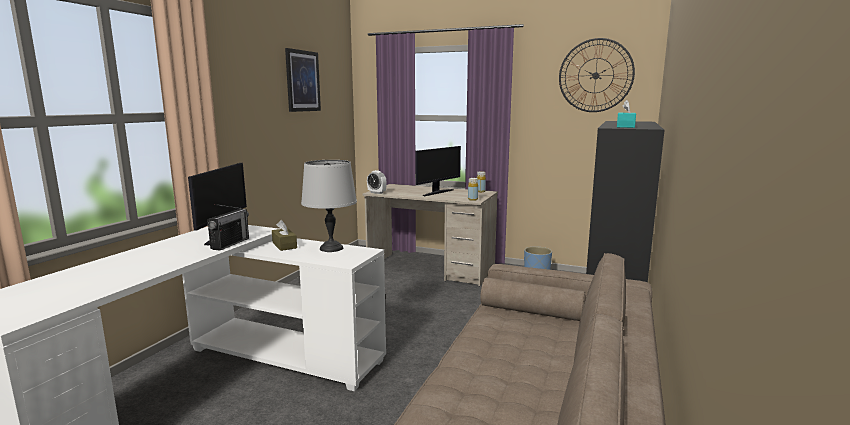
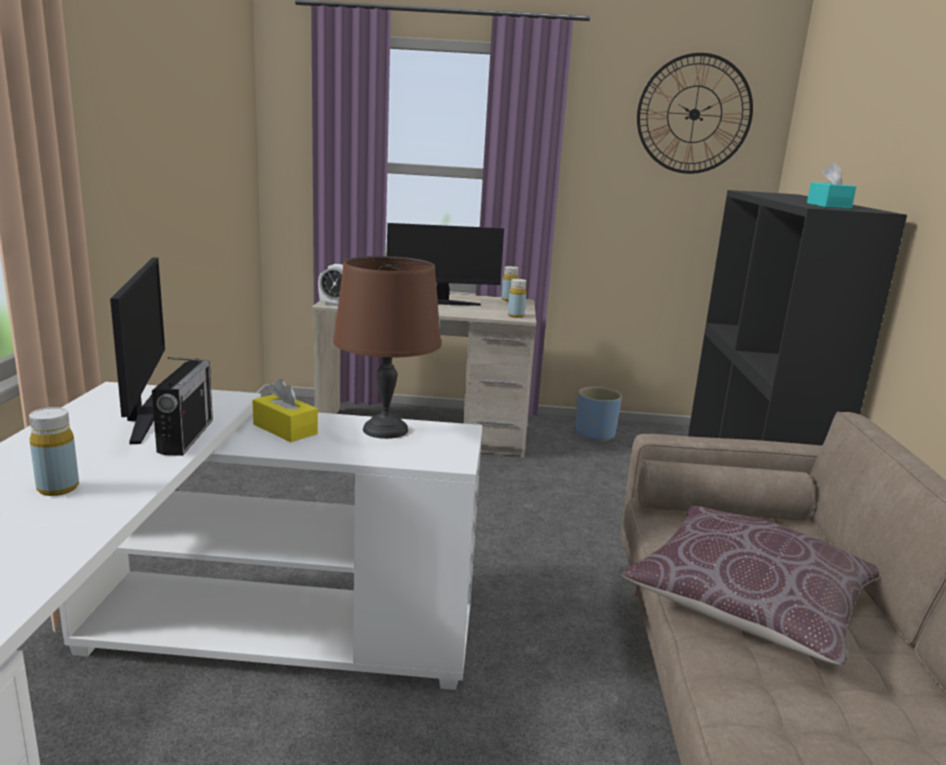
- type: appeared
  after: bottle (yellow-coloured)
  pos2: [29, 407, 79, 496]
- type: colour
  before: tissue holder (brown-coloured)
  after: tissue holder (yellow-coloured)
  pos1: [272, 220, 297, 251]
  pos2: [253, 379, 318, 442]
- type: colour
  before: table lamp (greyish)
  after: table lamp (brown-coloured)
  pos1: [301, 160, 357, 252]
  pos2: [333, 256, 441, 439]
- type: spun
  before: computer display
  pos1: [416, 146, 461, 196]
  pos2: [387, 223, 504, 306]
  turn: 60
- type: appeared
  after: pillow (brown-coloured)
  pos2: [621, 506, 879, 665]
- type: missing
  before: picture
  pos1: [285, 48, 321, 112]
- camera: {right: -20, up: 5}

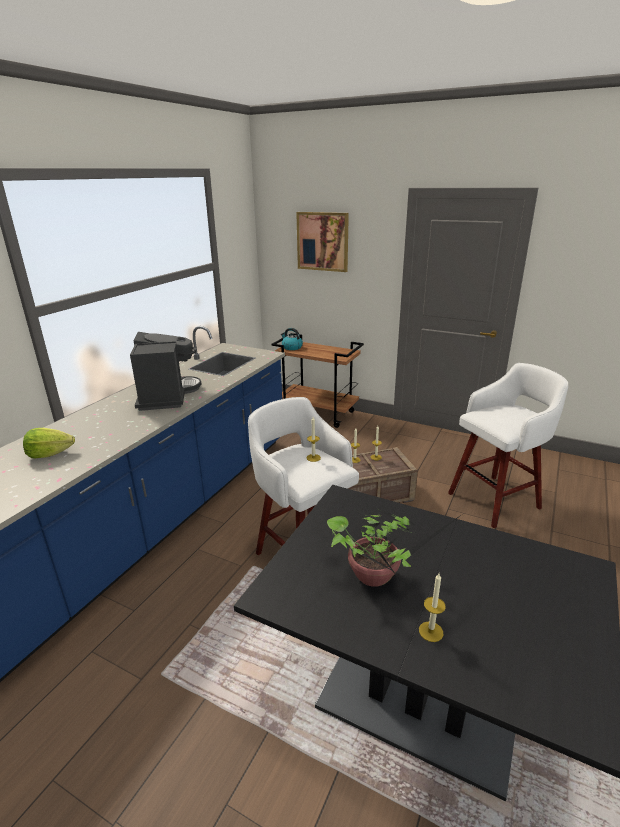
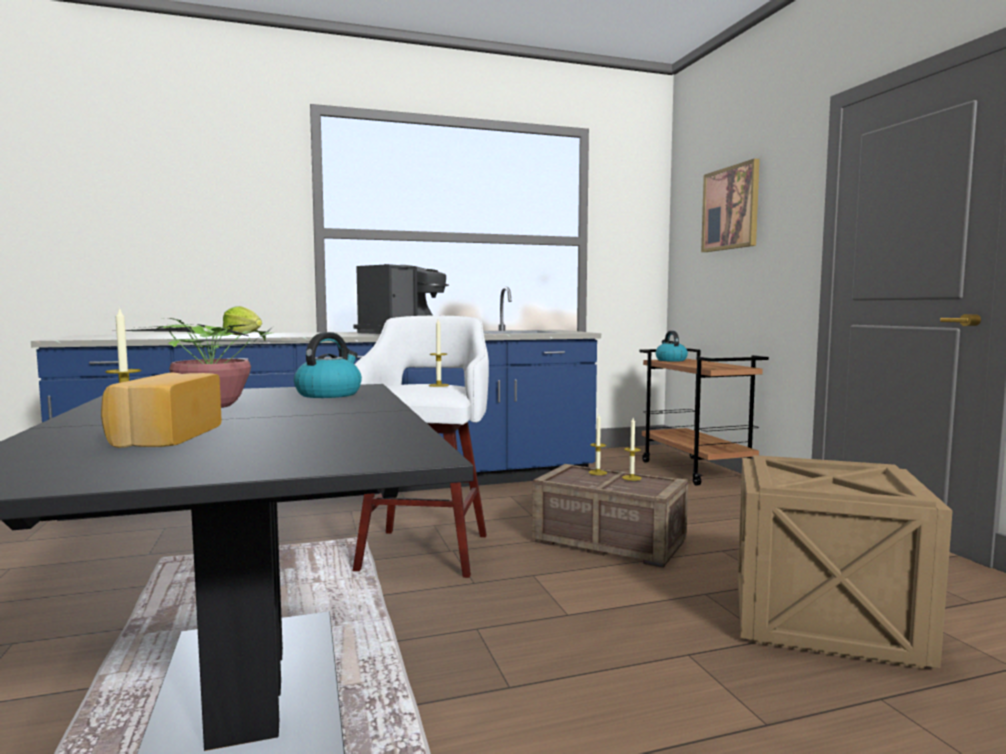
- type: appeared
  after: baked bread
  pos2: [101, 372, 222, 448]
- type: appeared
  after: water kettle
  pos2: [294, 332, 362, 398]
- type: exchanged
  before: sitting stool (white-coloured)
  after: packing crate
  pos1: [448, 363, 568, 528]
  pos2: [738, 455, 953, 669]
- camera: {right: 45, up: -20}

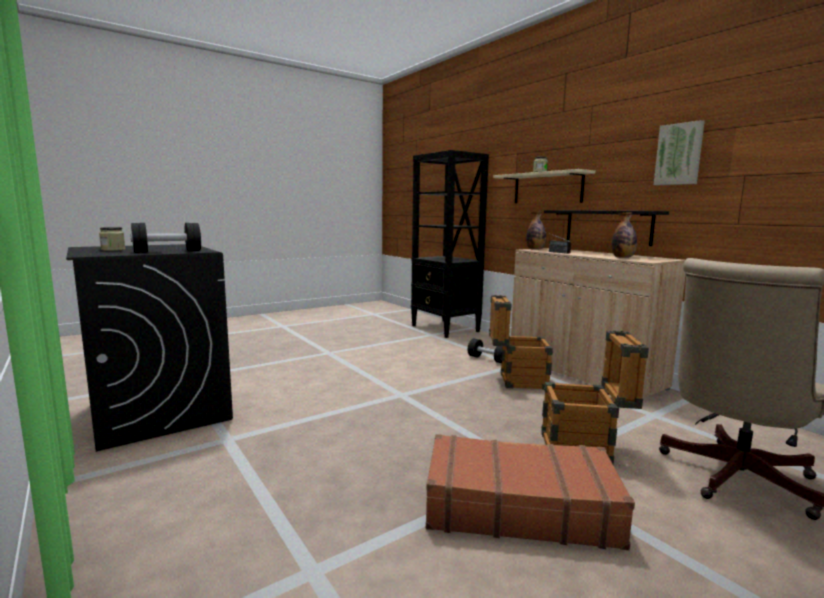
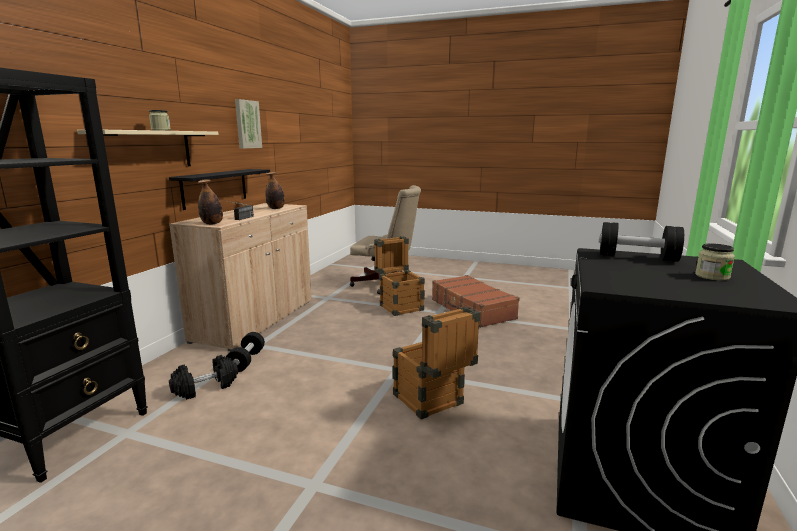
- type: appeared
  after: free weight (black-coloured)
  pos2: [169, 355, 238, 400]
- type: relocated
  before: packing crate
  pos1: [489, 295, 553, 390]
  pos2: [393, 306, 480, 419]
- camera: {right: -125, up: 5}

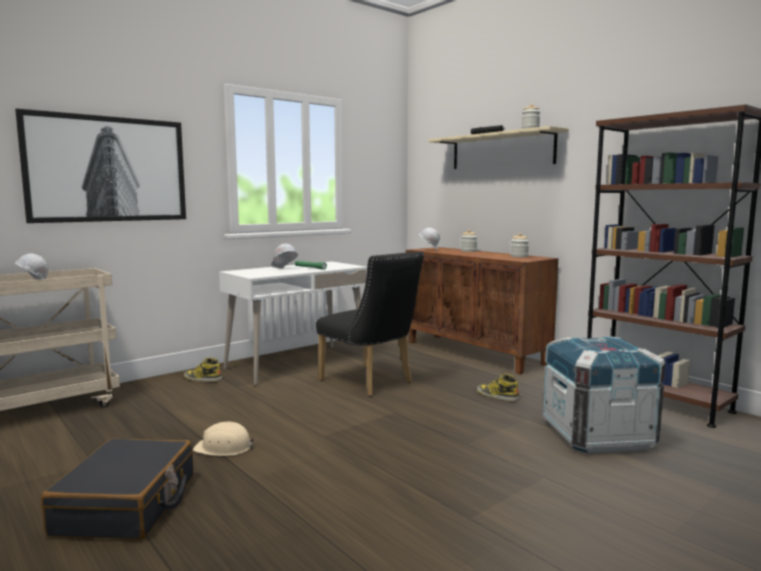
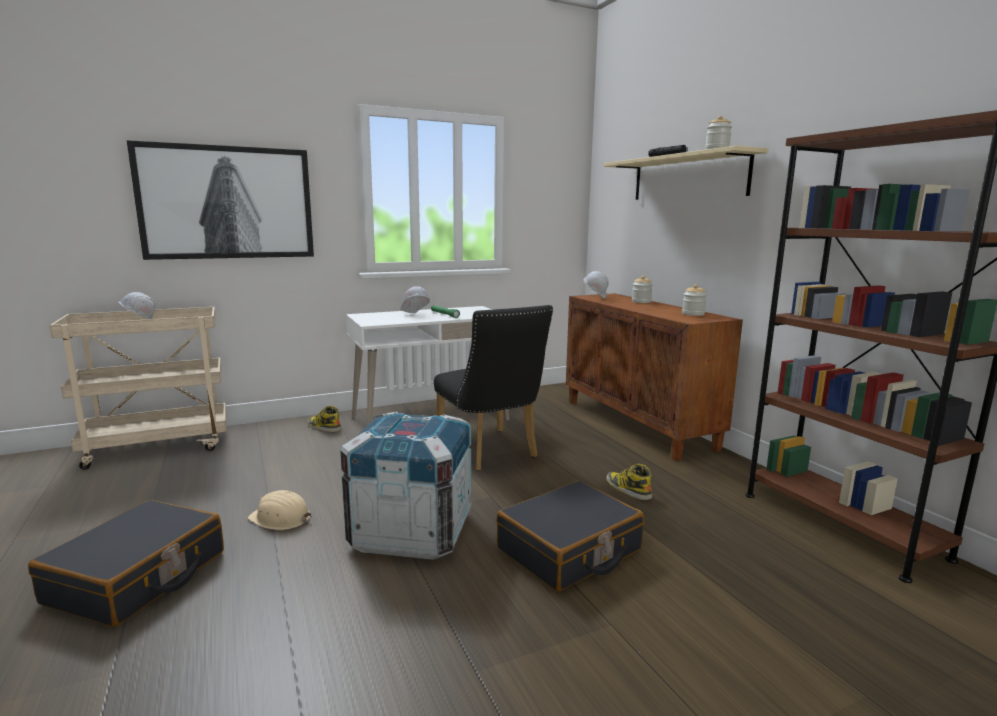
- type: relocated
  before: packing crate
  pos1: [543, 336, 666, 453]
  pos2: [340, 411, 471, 560]
- type: appeared
  after: suitcase (black-coloured)
  pos2: [497, 481, 644, 592]
- camera: {right: 15, up: 5}

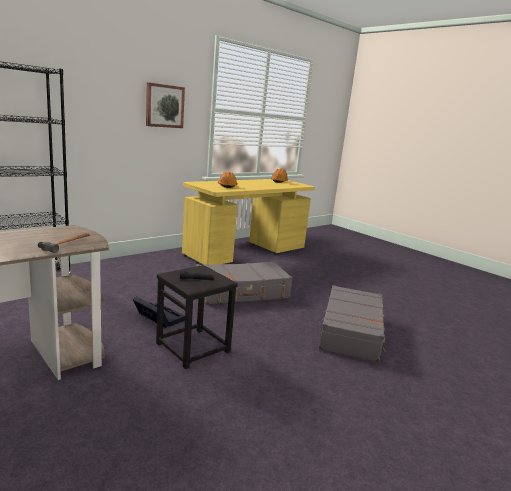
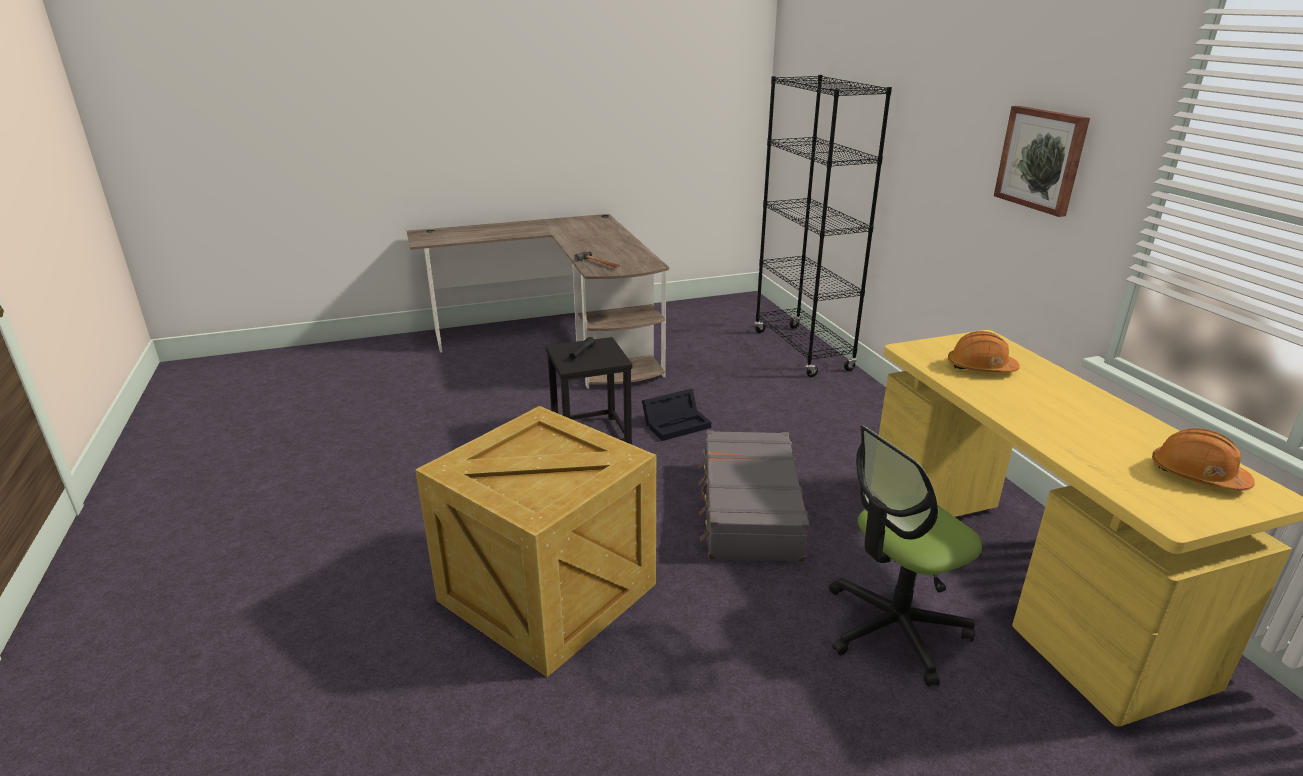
- type: exchanged
  before: suitcase (greyish)
  after: packing crate
  pos1: [319, 285, 386, 362]
  pos2: [415, 406, 656, 677]
- type: appeared
  after: office chair
  pos2: [829, 425, 982, 687]
- camera: {right: 115, up: 10}

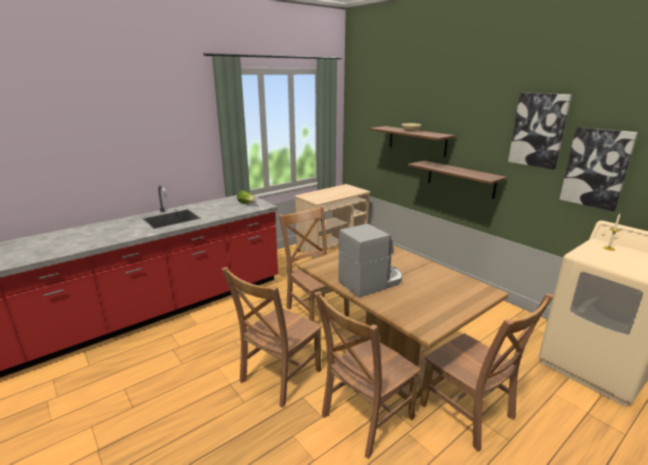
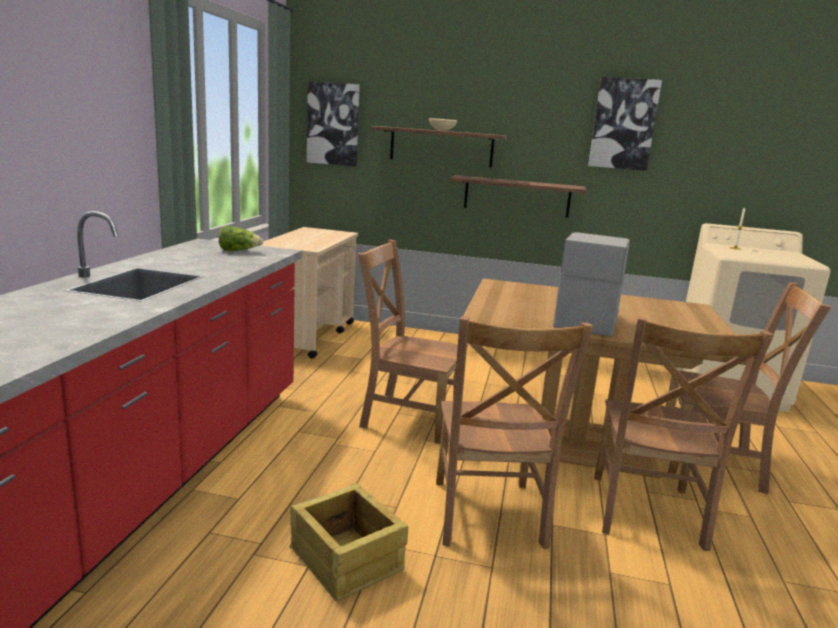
- type: appeared
  after: packing crate
  pos2: [290, 483, 408, 601]
- type: relocated
  before: picture
  pos1: [559, 127, 638, 211]
  pos2: [307, 81, 360, 167]
- camera: {right: -40, up: -5}

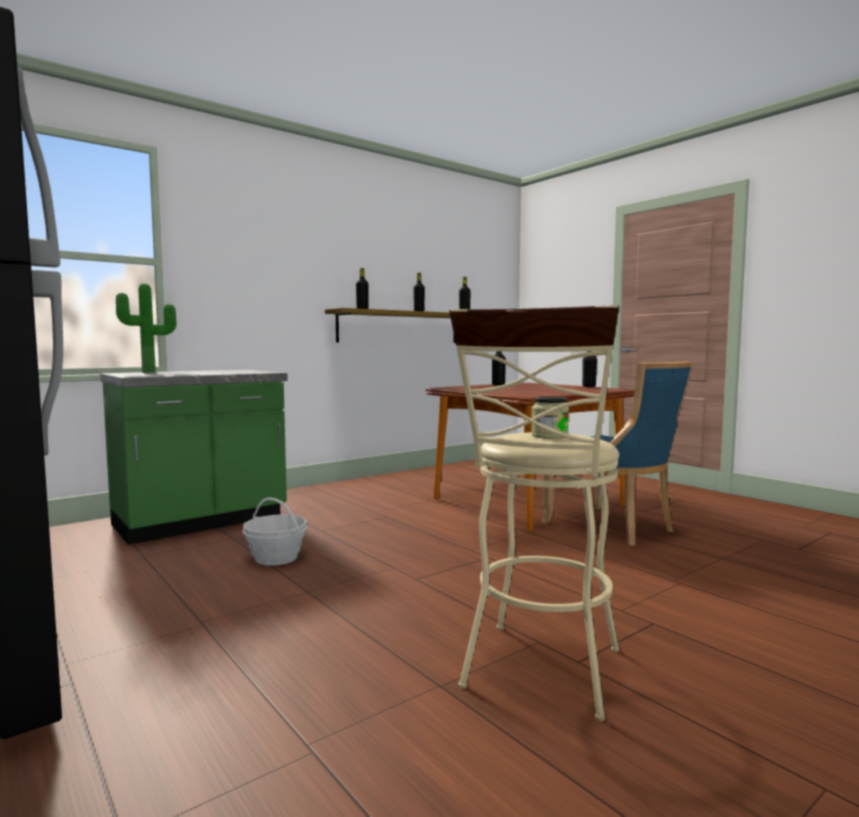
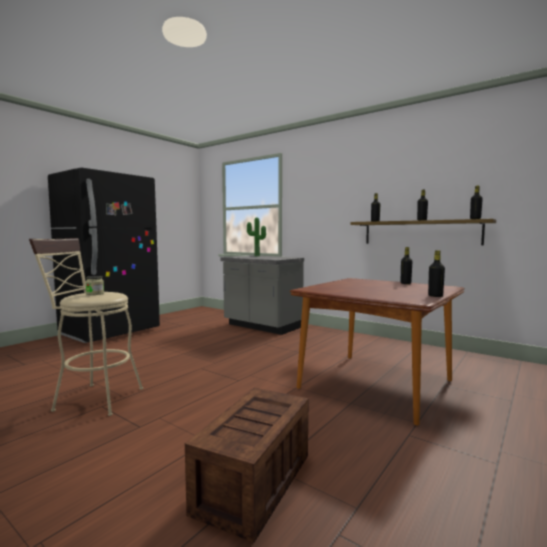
- type: appeared
  after: packing crate
  pos2: [185, 388, 309, 543]
- type: colour
  before: kitchen counter (green-coloured)
  after: kitchen counter (greyish)
  pos1: [100, 370, 288, 545]
  pos2: [221, 255, 304, 335]
- type: missing
  before: storage basket
  pos1: [242, 497, 307, 566]
- type: missing
  before: chair (blue)
  pos1: [542, 361, 693, 546]
- camera: {right: 75, up: 0}

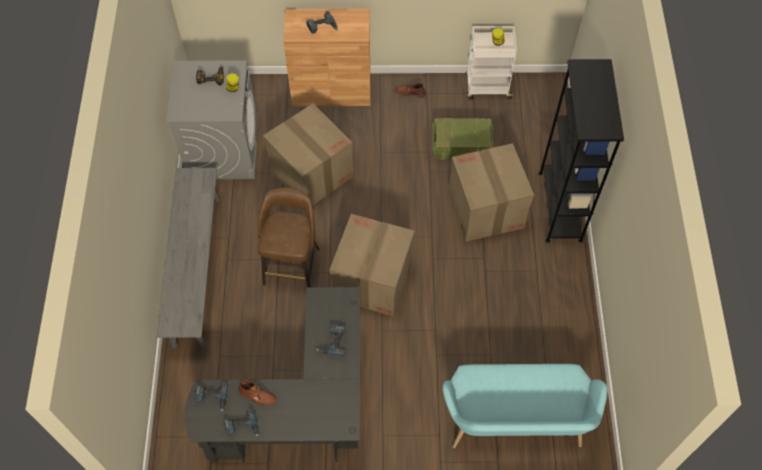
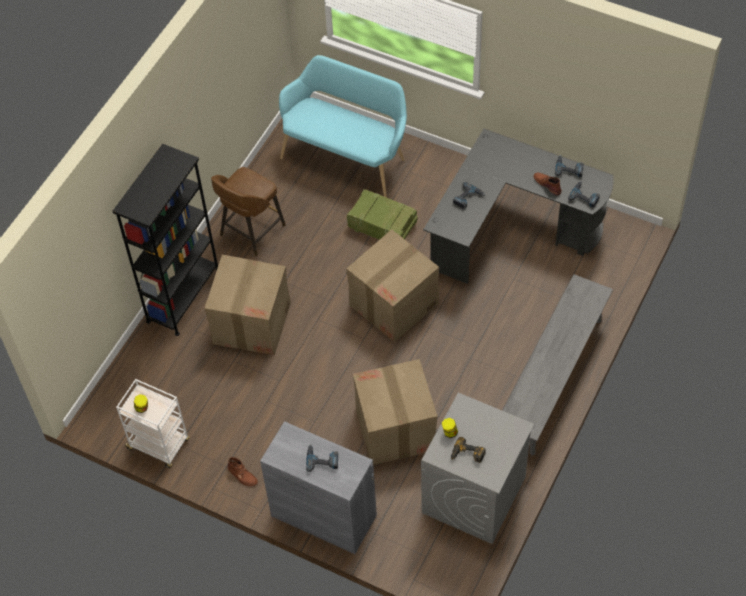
- type: relocated
  before: sitting stool (brown-coloured)
  pos1: [258, 188, 320, 288]
  pos2: [211, 167, 286, 256]
- type: colour
  before: cupboard (brown-coloured)
  after: cupboard (greyish)
  pos1: [283, 9, 370, 107]
  pos2: [260, 421, 377, 554]
- type: relocated
  before: packing crate
  pos1: [432, 118, 494, 160]
  pos2: [347, 189, 417, 240]
- camera: {right: -150, up: -5}

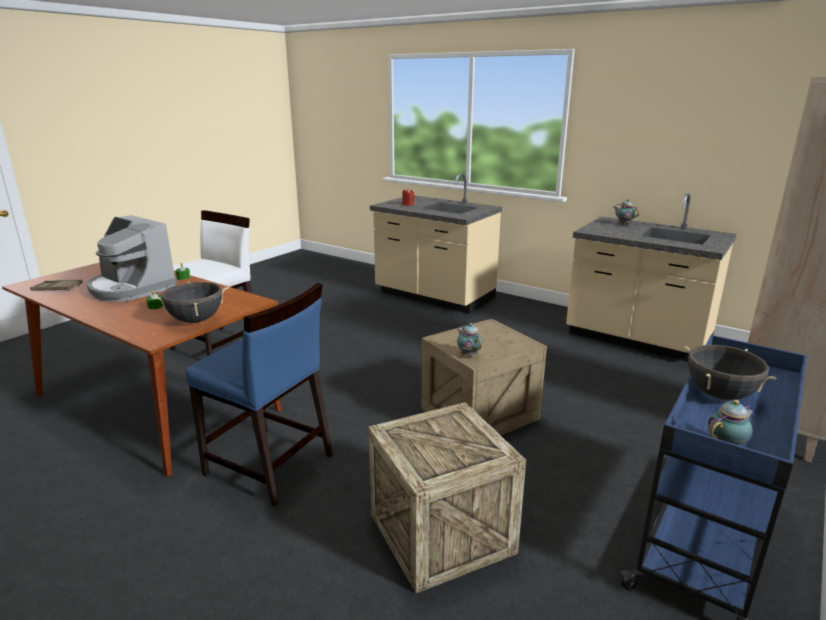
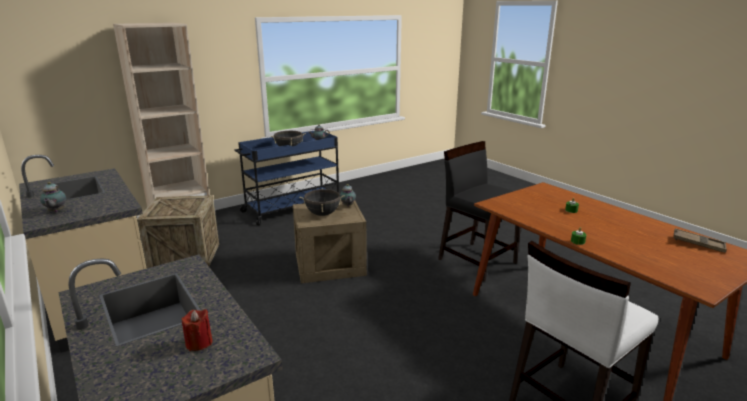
- type: relocated
  before: packing crate
  pos1: [368, 402, 526, 593]
  pos2: [137, 195, 219, 268]
- type: relocated
  before: stockpot (black-coloured)
  pos1: [153, 282, 229, 323]
  pos2: [299, 188, 345, 216]
- type: colour
  before: chair (blue)
  after: chair (black-coloured)
  pos1: [185, 283, 333, 507]
  pos2: [438, 141, 521, 281]
- type: missing
  before: coffee maker
  pos1: [87, 215, 177, 302]
- camera: {right: -160, up: 0}

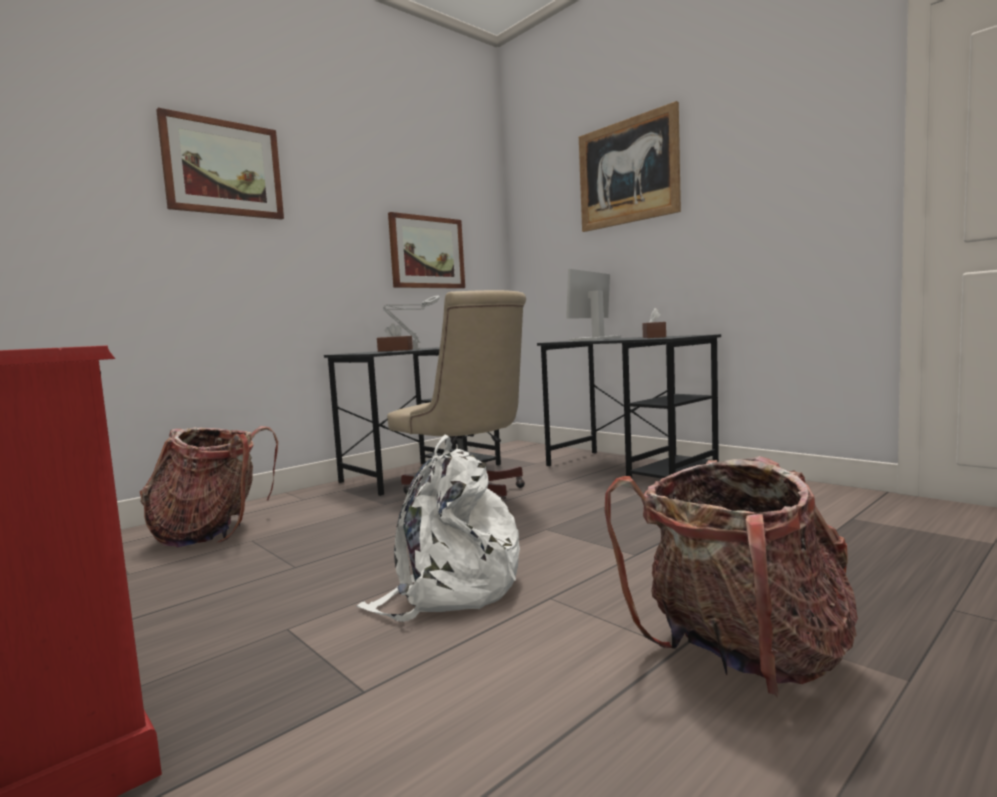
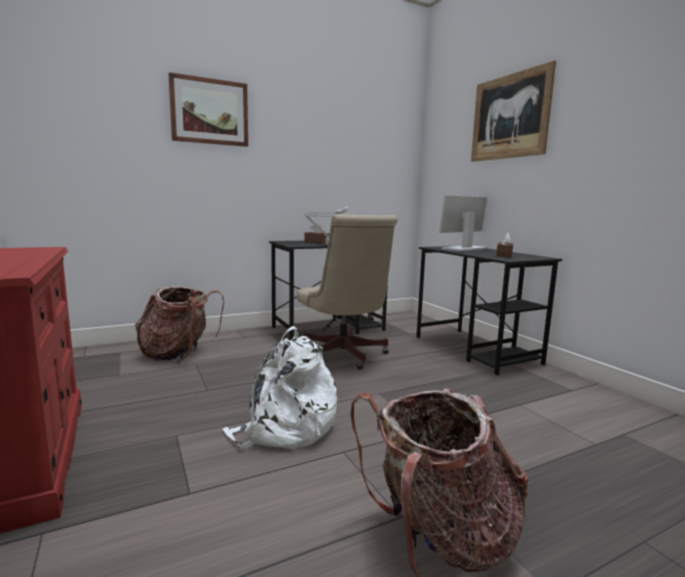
- type: missing
  before: picture
  pos1: [388, 212, 465, 289]
- camera: {right: 15, up: 5}

